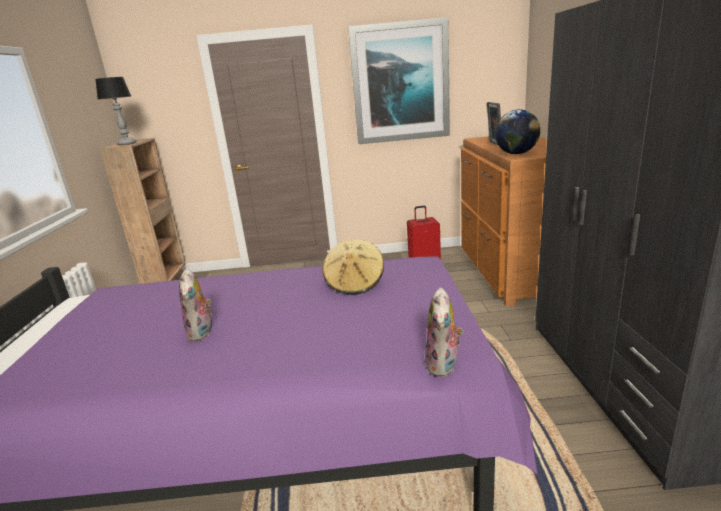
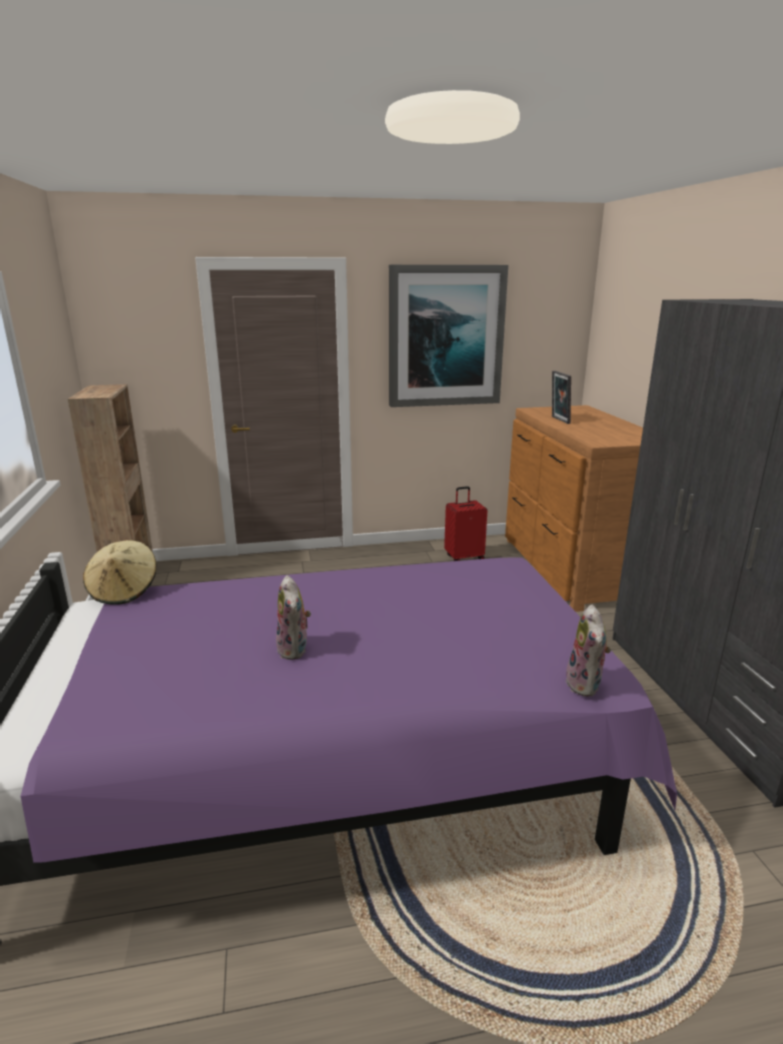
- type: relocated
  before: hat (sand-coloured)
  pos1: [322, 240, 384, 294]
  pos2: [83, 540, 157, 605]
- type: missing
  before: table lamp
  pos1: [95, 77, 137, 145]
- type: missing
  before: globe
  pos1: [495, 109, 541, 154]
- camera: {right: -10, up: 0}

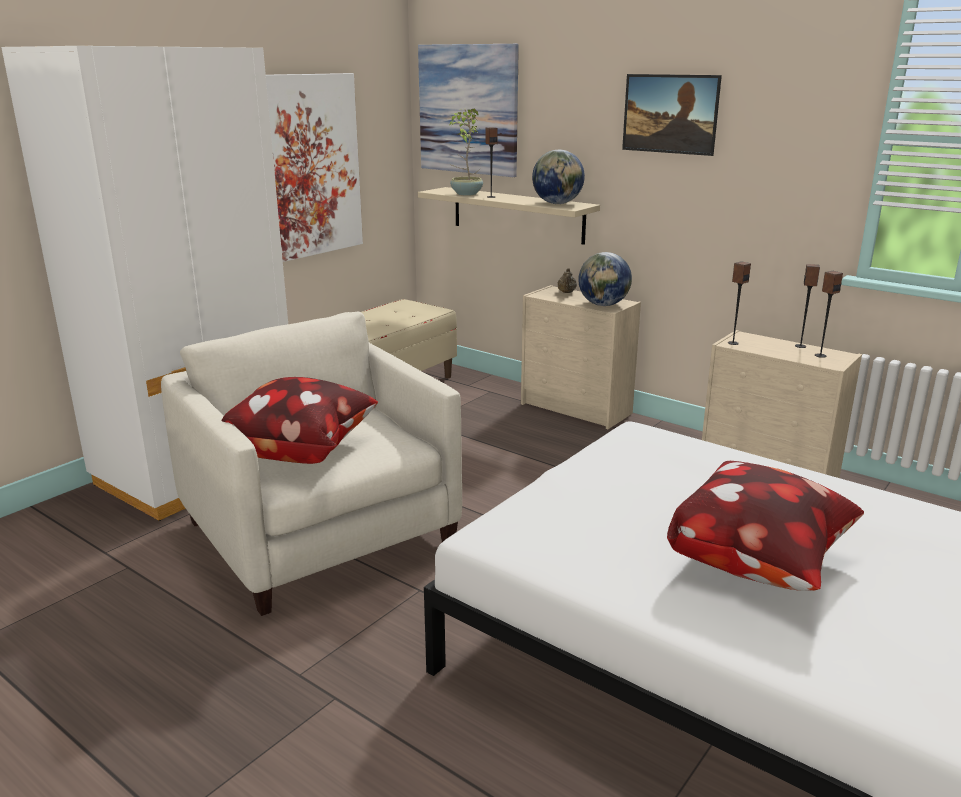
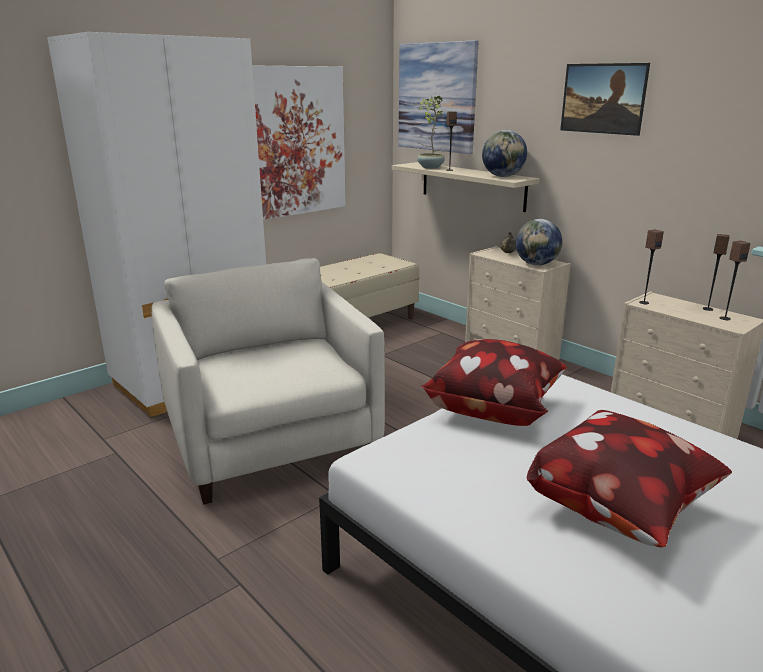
- type: relocated
  before: pillow
  pos1: [221, 377, 378, 464]
  pos2: [421, 339, 567, 426]
- camera: {right: 10, up: 0}

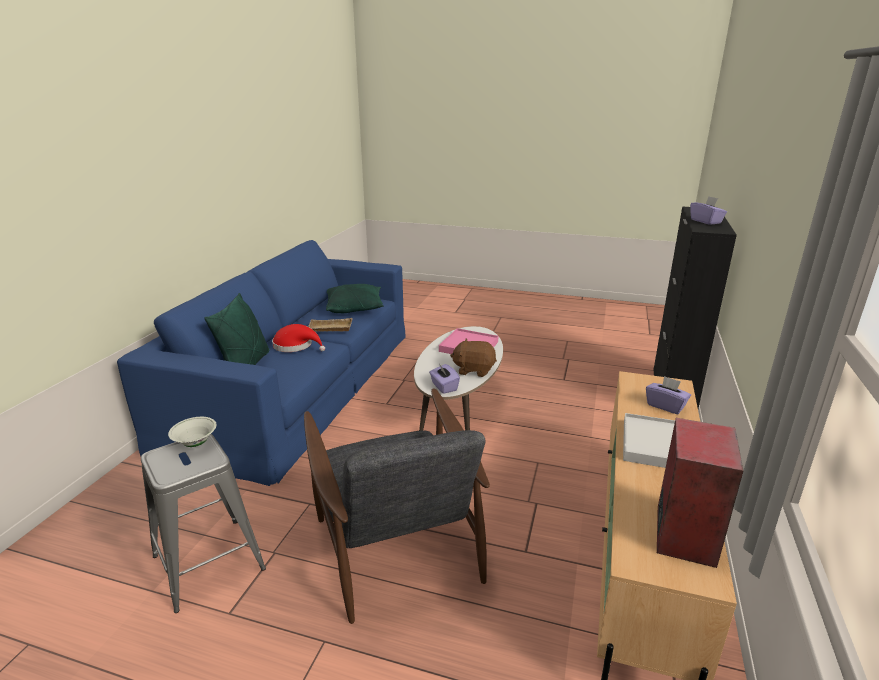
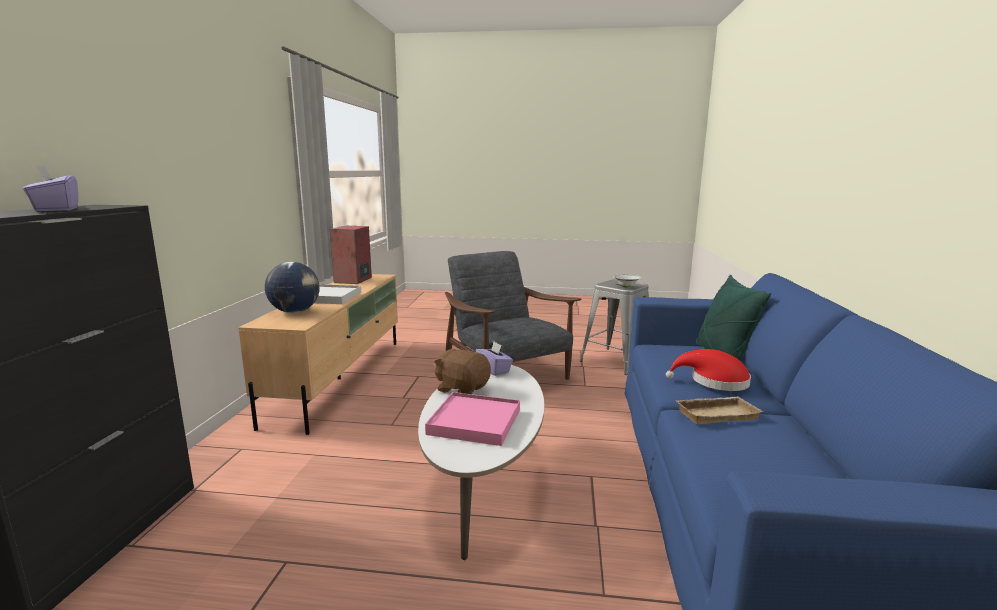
- type: exchanged
  before: tissue holder (purplish)
  after: globe
  pos1: [646, 376, 691, 414]
  pos2: [265, 262, 320, 313]
- type: spun
  before: cuddly toy (brown-coloured)
  pos1: [450, 339, 497, 377]
  pos2: [434, 348, 491, 394]
  turn: -150
- type: missing
  before: pillow (green-coloured)
  pos1: [326, 284, 383, 313]
- camera: {right: 170, up: -10}

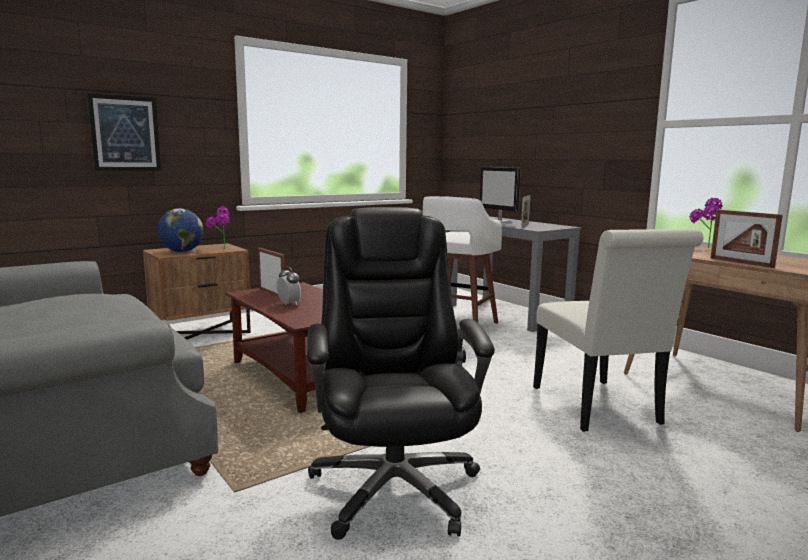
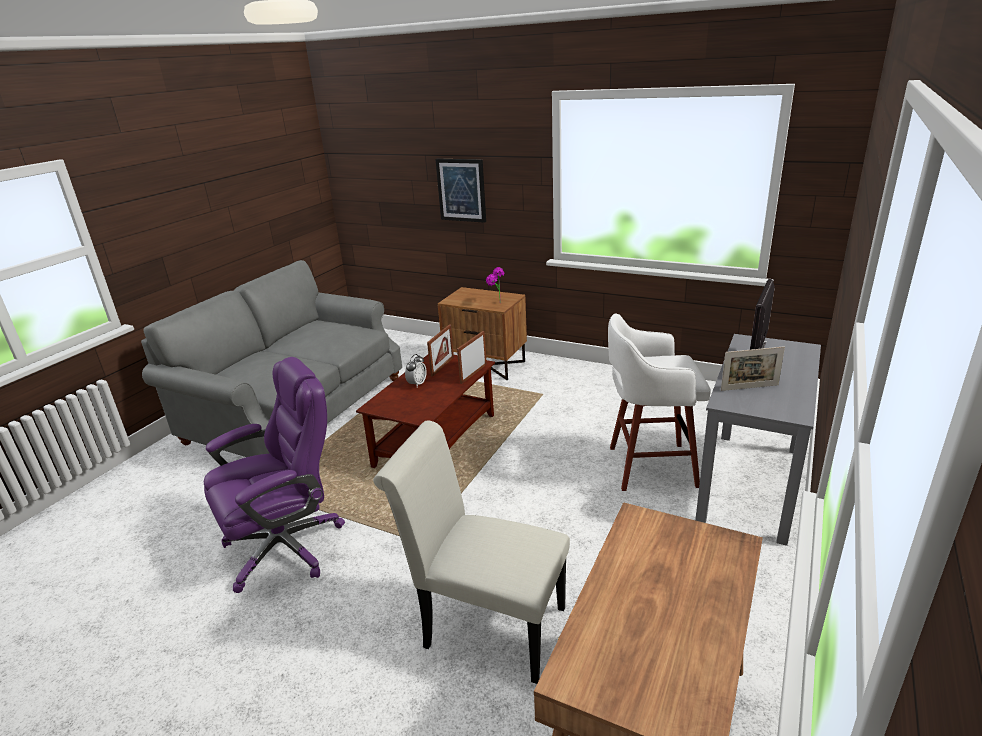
- type: colour
  before: office chair (black-coloured)
  after: office chair (purplish)
  pos1: [307, 207, 495, 540]
  pos2: [204, 357, 345, 593]
- type: spun
  before: chair (white-coloured)
  pos1: [533, 229, 704, 432]
  pos2: [373, 421, 570, 684]
  turn: 60
- type: relocated
  before: standing frame
  pos1: [711, 210, 783, 268]
  pos2: [457, 331, 487, 384]
- type: missing
  before: globe
  pos1: [157, 208, 204, 252]
- type: missing
  before: plant in a pot
  pos1: [689, 198, 723, 248]
- camera: {right: 65, up: 15}

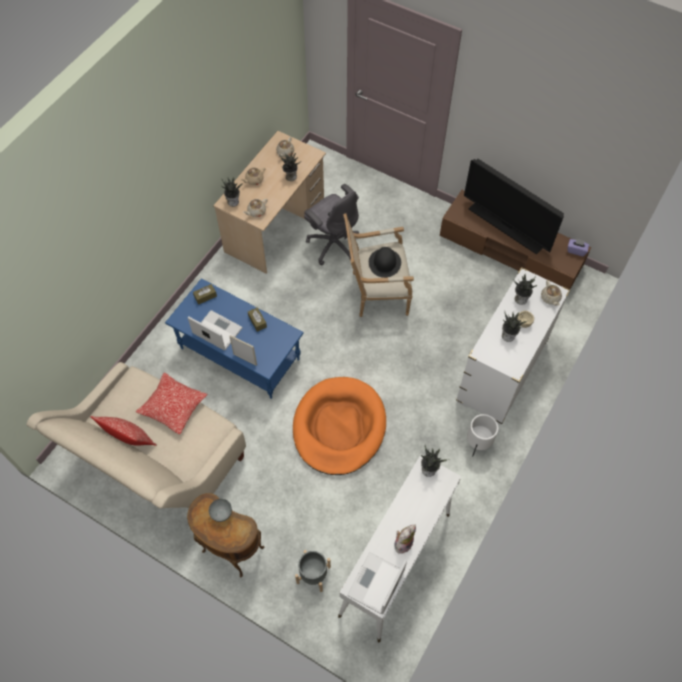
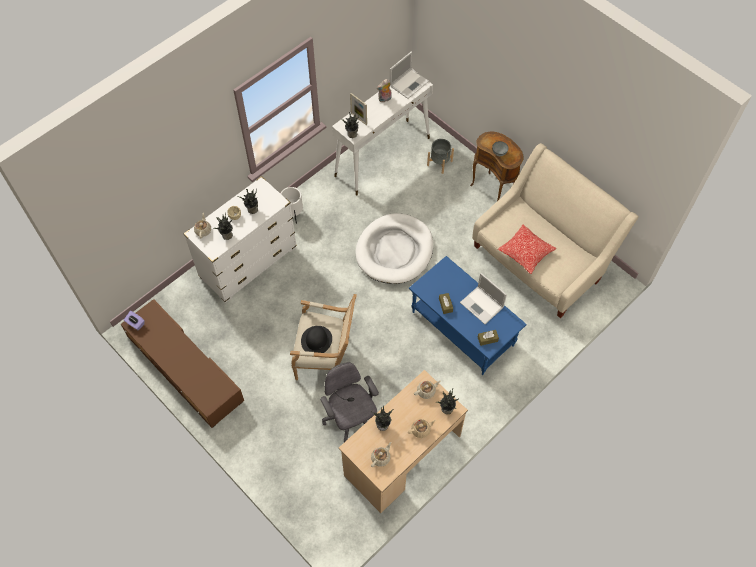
- type: relocated
  before: standing frame
  pos1: [229, 335, 257, 366]
  pos2: [350, 93, 367, 125]
- type: colour
  before: dog bed (orangey)
  after: dog bed (white-coloured)
  pos1: [293, 377, 386, 475]
  pos2: [355, 213, 433, 284]
- type: missing
  before: pillow
  pos1: [90, 416, 157, 446]
- type: missing
  before: television
  pos1: [464, 159, 564, 255]
- camera: {right: -165, up: 0}

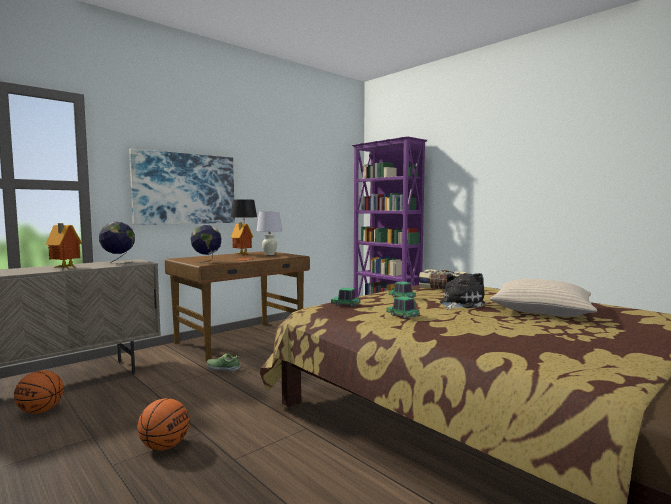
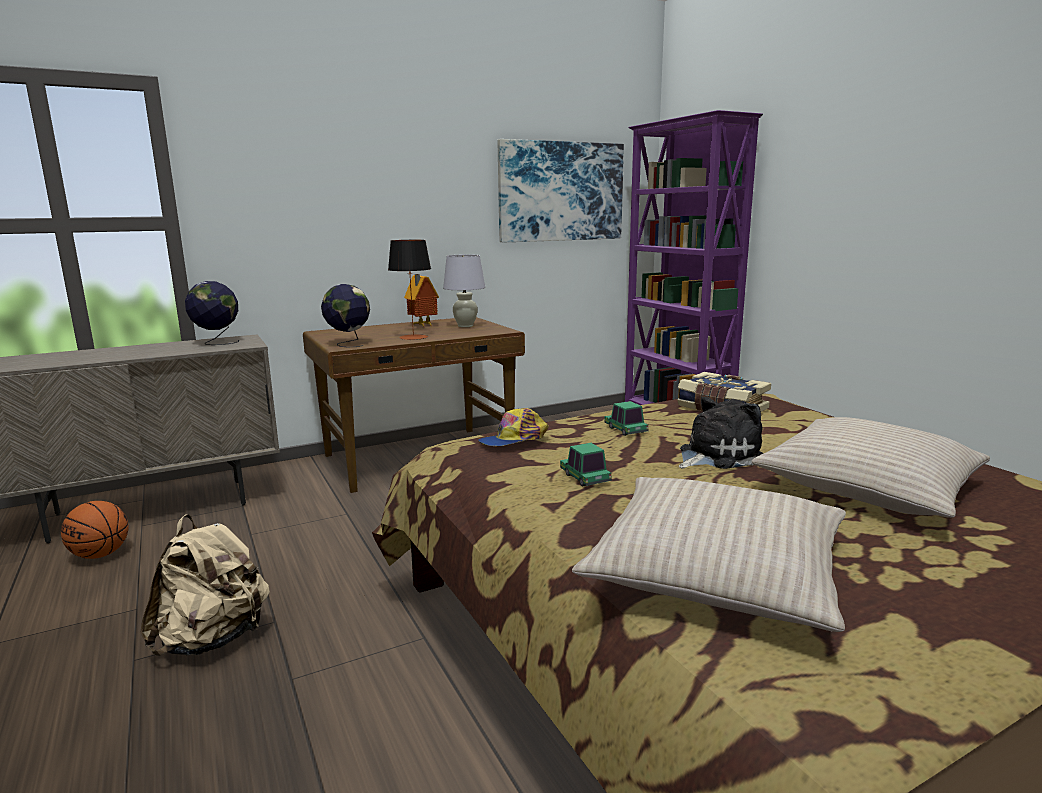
- type: exchanged
  before: ball for basketball
  after: knapsack (sand-coloured)
  pos1: [137, 398, 189, 450]
  pos2: [140, 514, 270, 656]
- type: exchanged
  before: miniature car
  after: cap
  pos1: [331, 288, 361, 307]
  pos2: [478, 408, 549, 446]
- type: relocated
  before: picture
  pos1: [129, 149, 235, 225]
  pos2: [498, 139, 624, 242]
- type: appeared
  after: pillow (sand-coloured)
  pos2: [572, 477, 846, 632]
- type: missing
  before: model house
  pos1: [46, 223, 82, 269]
- type: missing
  before: low shoe
  pos1: [207, 353, 241, 372]
- camera: {right: 15, up: 10}

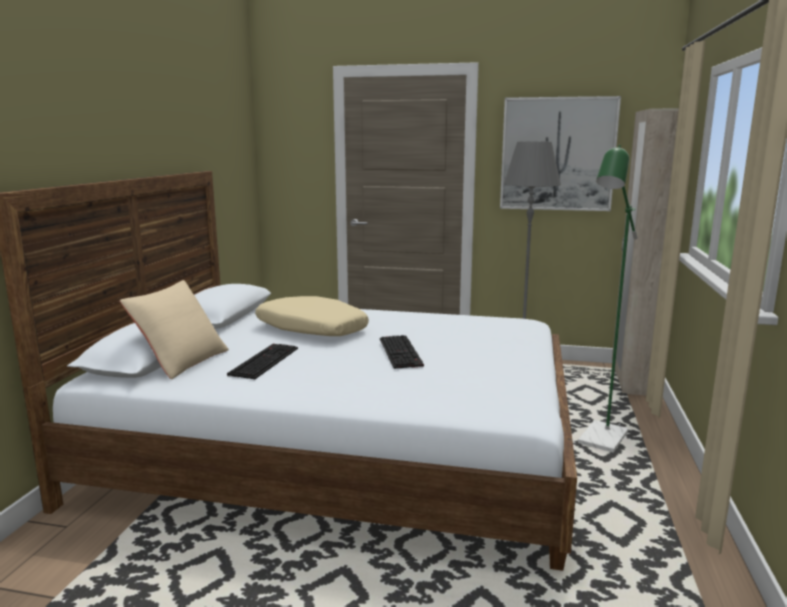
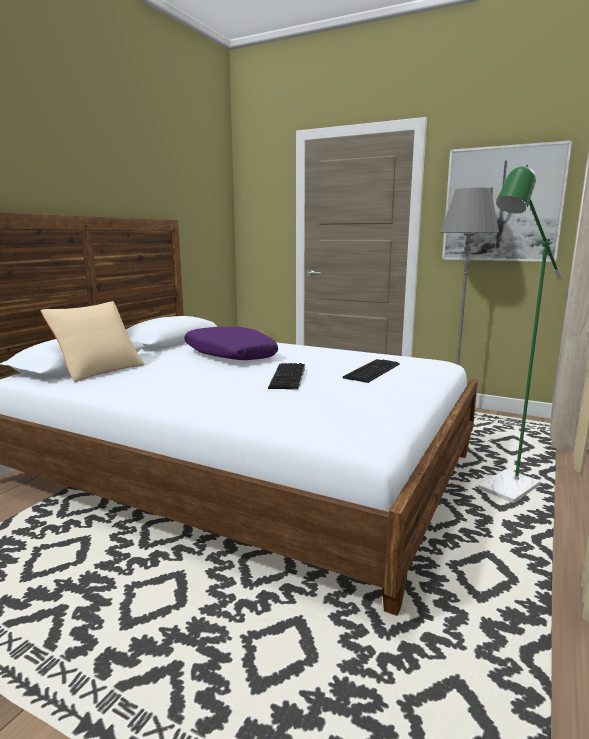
- type: colour
  before: pillow (sand-coloured)
  after: pillow (purplish)
  pos1: [255, 296, 369, 336]
  pos2: [184, 327, 278, 360]
- type: relocated
  before: keyboard
  pos1: [227, 344, 298, 379]
  pos2: [343, 359, 400, 383]
- camera: {right: 15, up: 0}

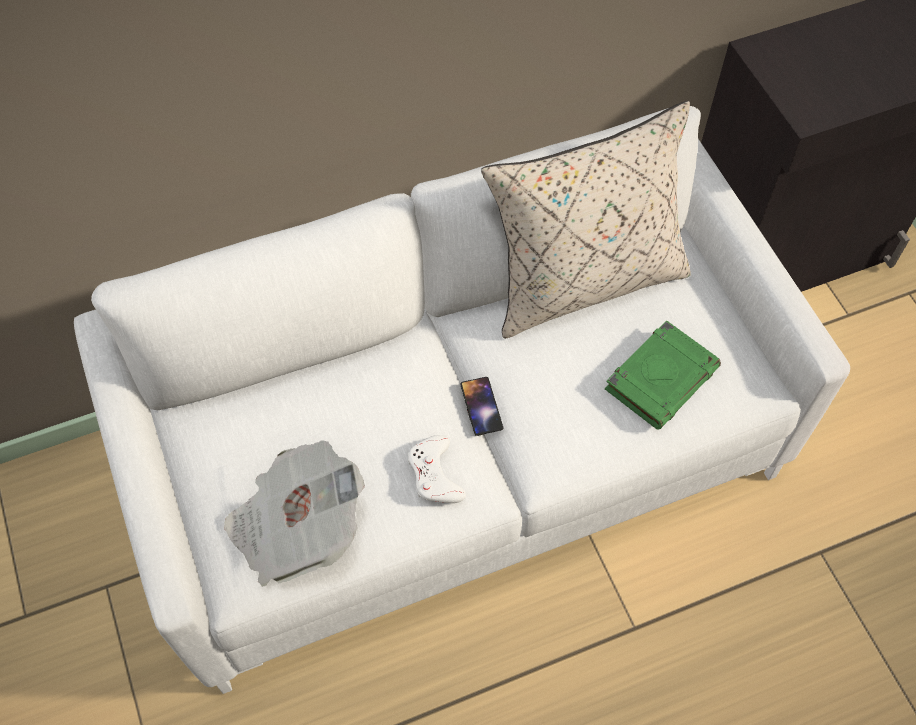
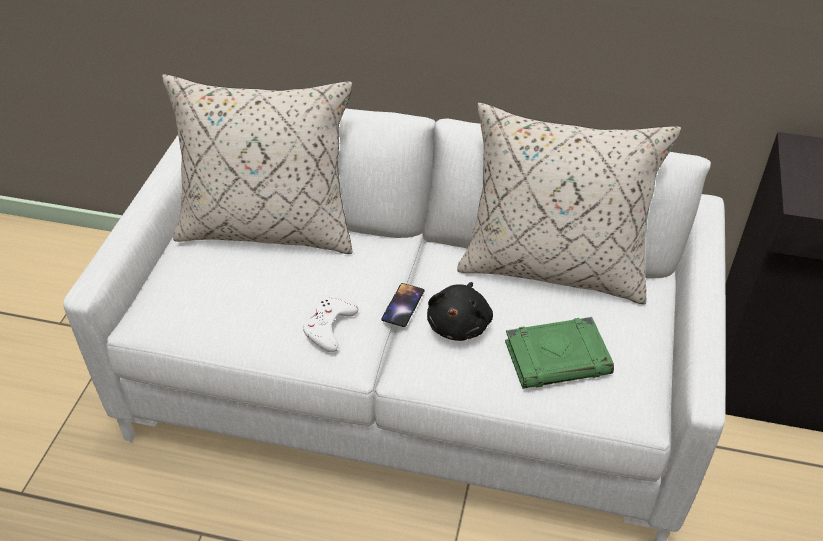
- type: appeared
  after: pillow (sand-coloured)
  pos2: [162, 74, 353, 254]
- type: appeared
  after: cuddly toy (black-coloured)
  pos2: [427, 282, 493, 341]
- type: missing
  before: daily paper
  pos1: [224, 440, 365, 587]
- camera: {right: 35, up: -15}

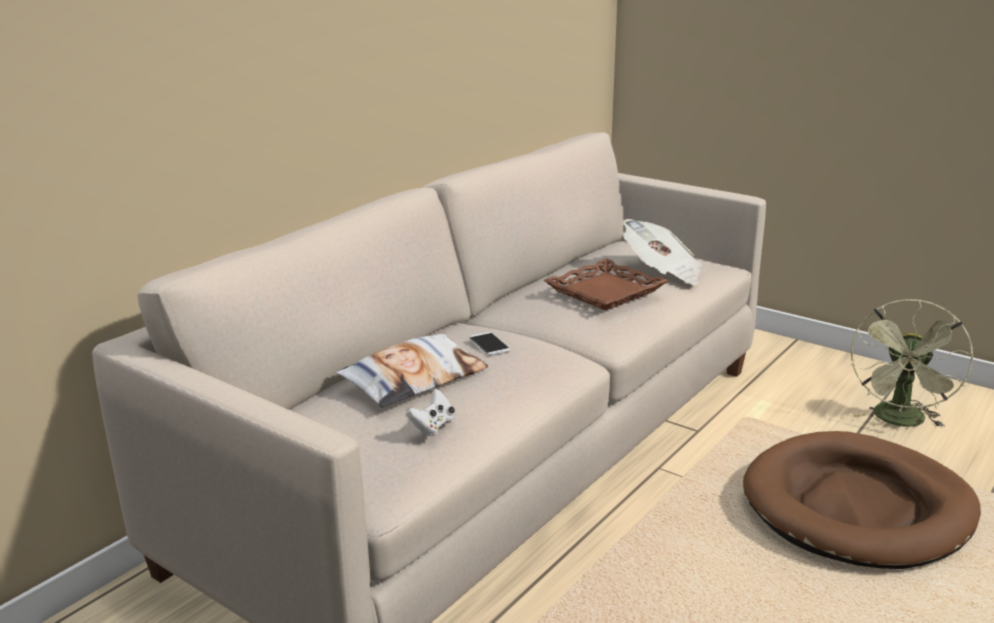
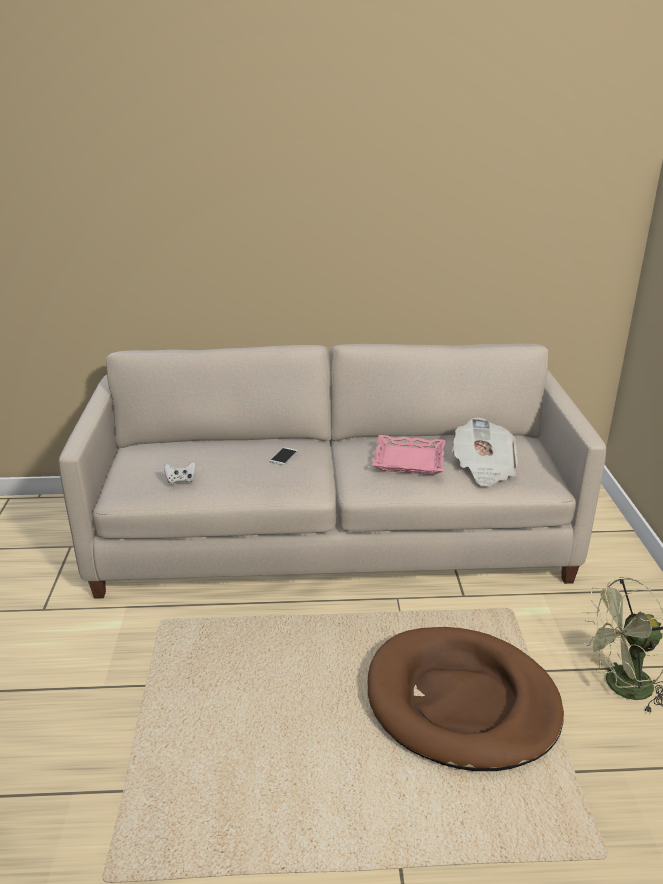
- type: colour
  before: carrying tray (brown-coloured)
  after: carrying tray (pink)
  pos1: [544, 258, 668, 310]
  pos2: [372, 435, 445, 475]
- type: missing
  before: pillow
  pos1: [335, 334, 488, 407]
- camera: {right: 50, up: 5}

